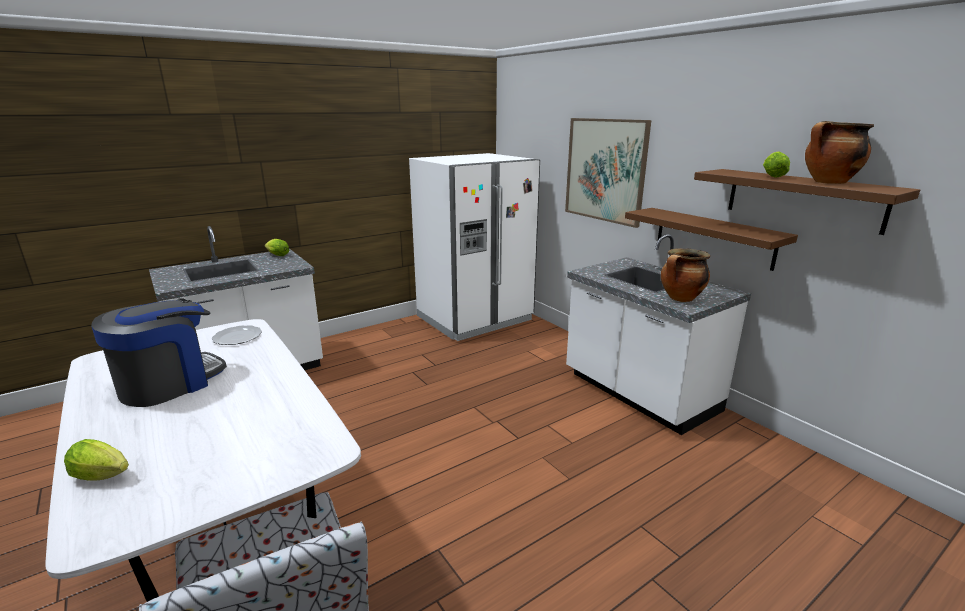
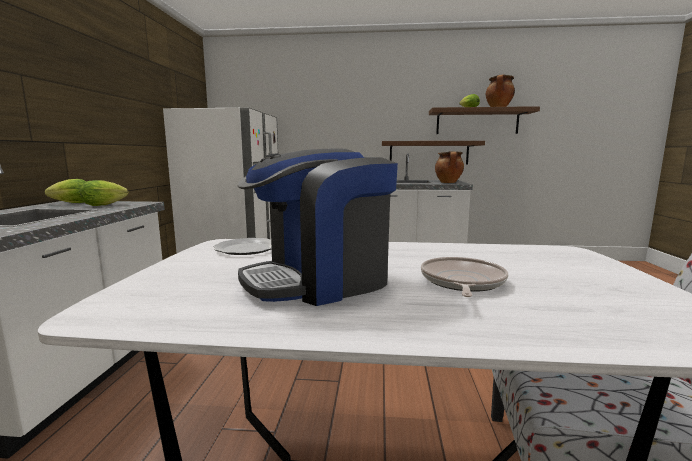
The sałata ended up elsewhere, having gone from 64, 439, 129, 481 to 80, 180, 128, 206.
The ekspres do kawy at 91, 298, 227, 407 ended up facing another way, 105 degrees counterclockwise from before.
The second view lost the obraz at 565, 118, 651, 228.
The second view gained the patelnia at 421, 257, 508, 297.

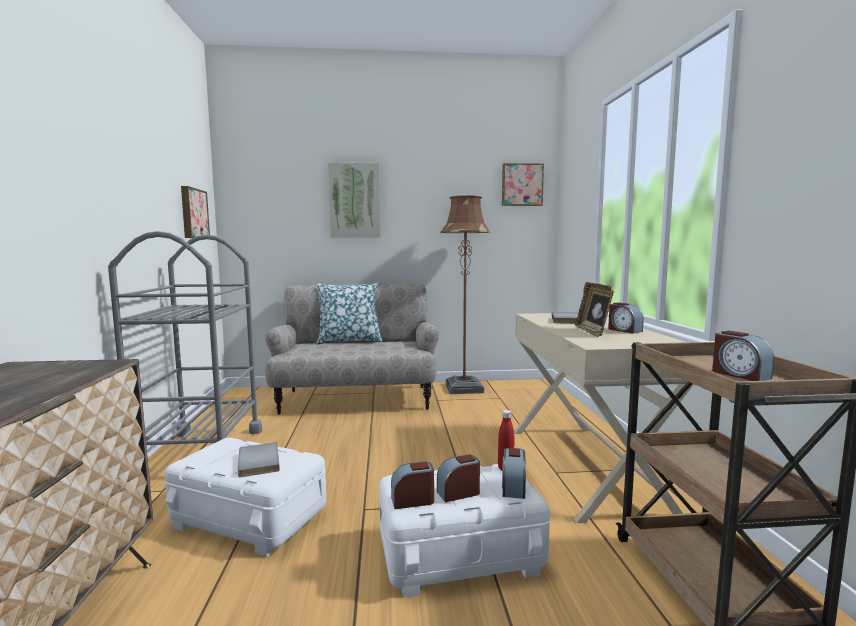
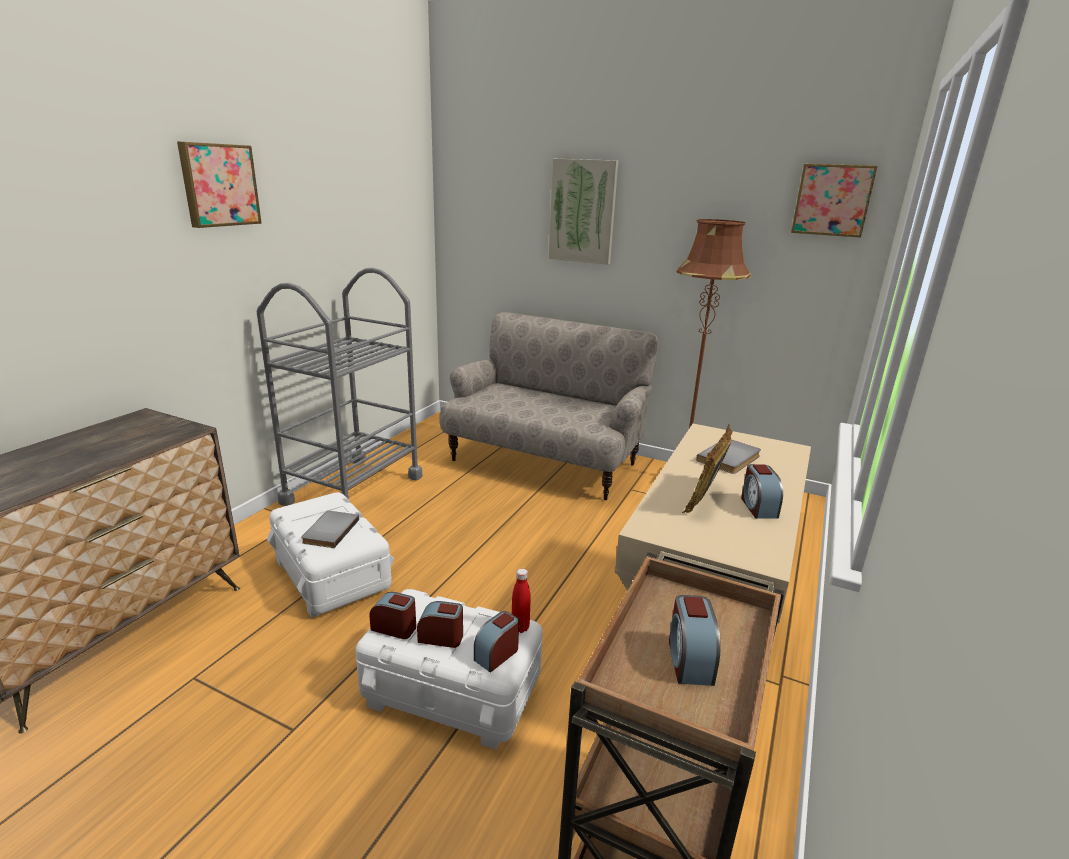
The obraz ended up elsewhere, having gone from 181, 186, 210, 238 to 177, 142, 262, 228.
The second view lost the poduszka at 316, 282, 382, 345.

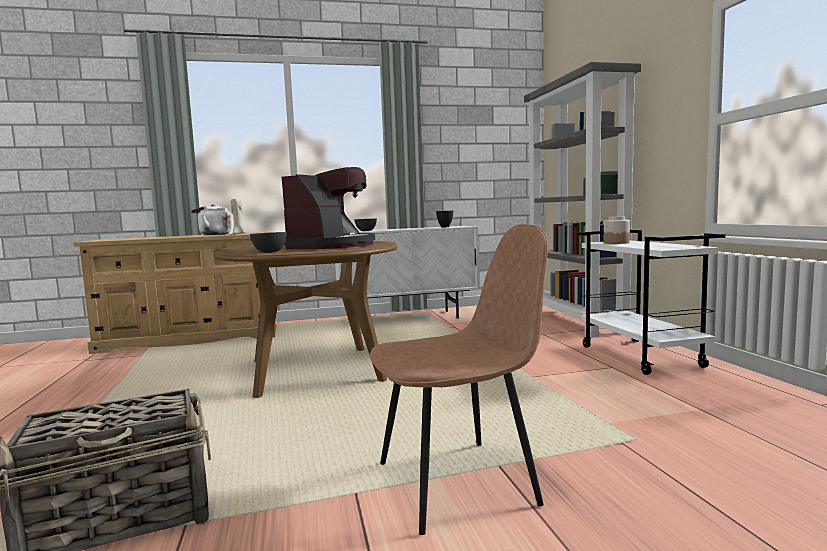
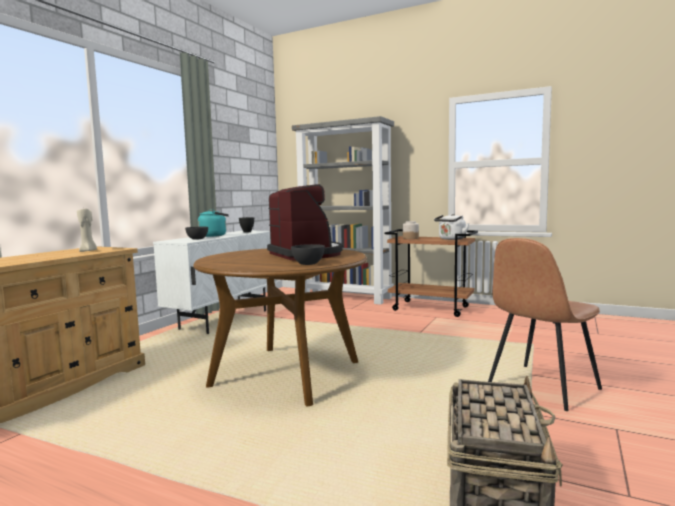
The czajnik/biały ended up elsewhere, having gone from 191, 204, 232, 235 to 434, 213, 469, 240.
The krzesło/brązowy at 369, 224, 548, 535 ended up facing another way, 150 degrees counterclockwise from before.
What was the wózek/biały at 577, 230, 726, 375 turned into the wózek/brązowy at 384, 229, 478, 317.
The second view gained the czajnik/turkusowy at 198, 209, 229, 237.

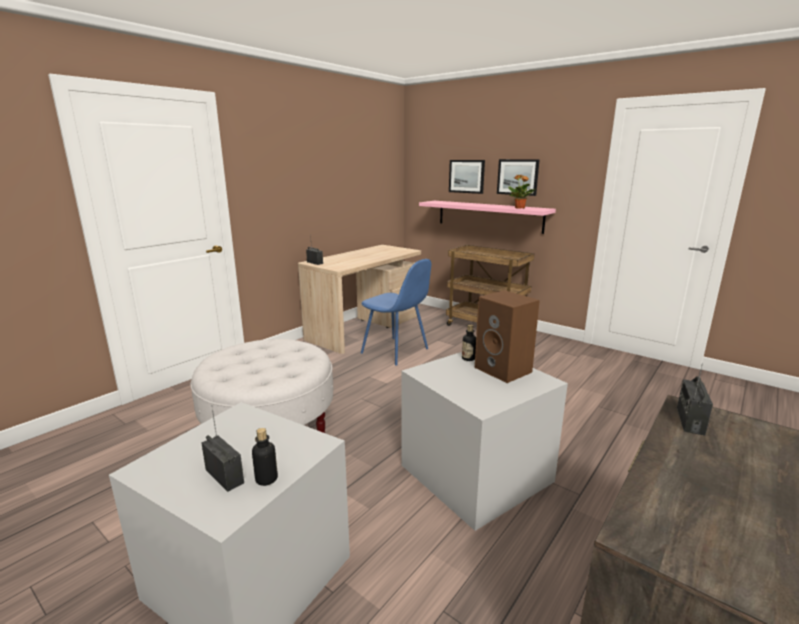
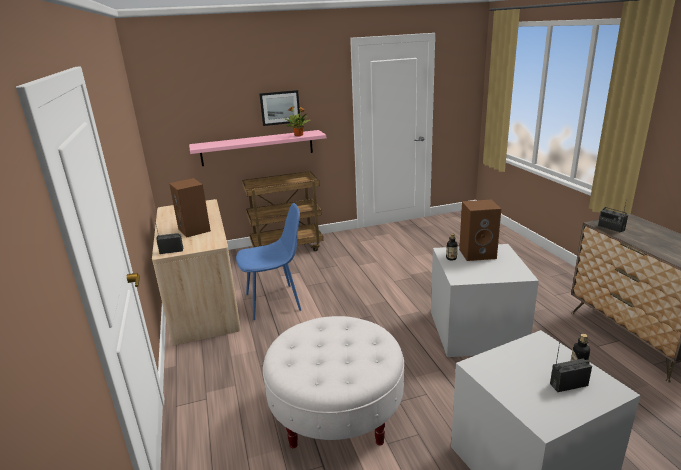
The second view lost the obraz at 449, 160, 485, 194.
The second view gained the głośnik/brązowy at 169, 178, 211, 238.

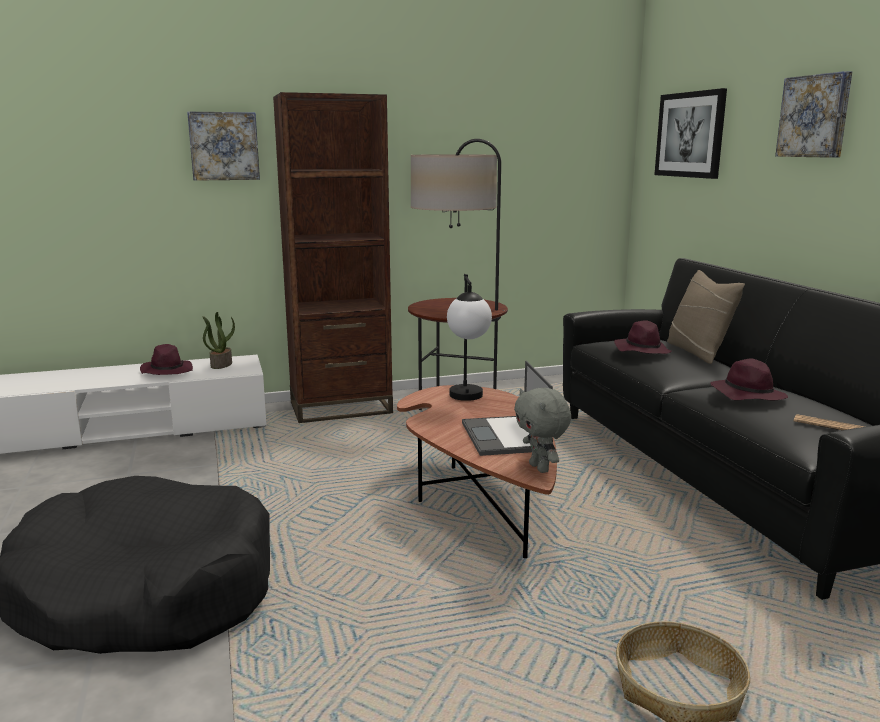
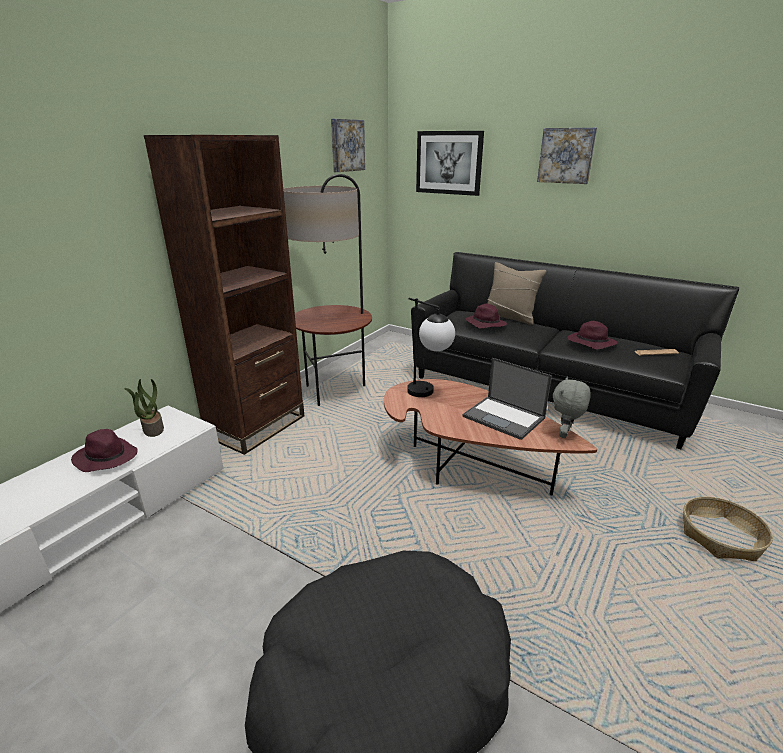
The obraz ended up elsewhere, having gone from 187, 111, 260, 181 to 331, 119, 365, 172.
The pluszak/szary at 514, 388, 571, 473 ended up facing another way, 90 degrees clockwise from before.

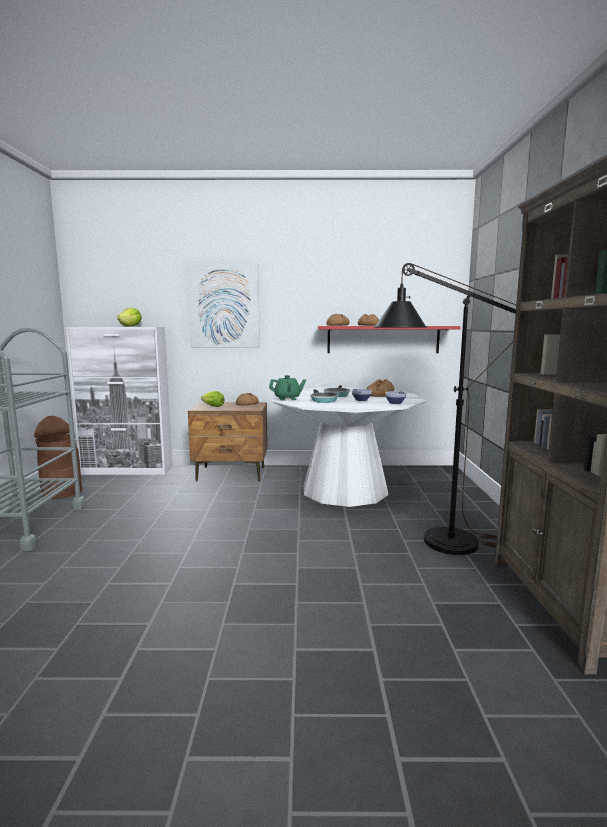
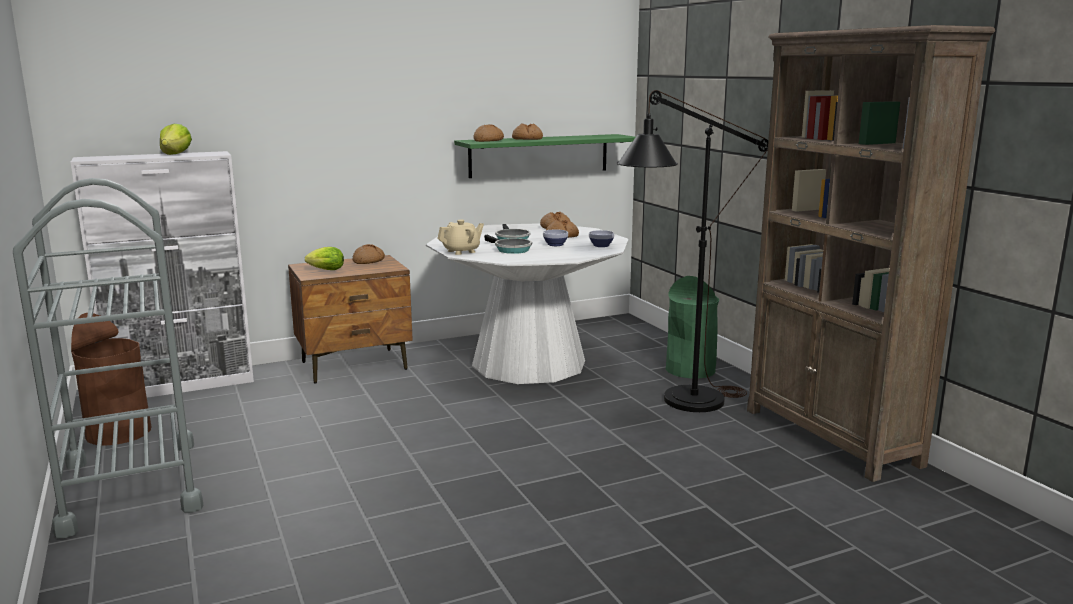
The second view lost the obraz at 187, 264, 260, 347.
What was the imbryk/zielony at 269, 375, 306, 400 turned into the imbryk/beżowy at 437, 220, 484, 255.
What was the półka/czerwony at 318, 326, 461, 353 turned into the półka/zielony at 454, 134, 635, 178.
The second view gained the kosz na śmieci/zielony at 666, 276, 719, 378.

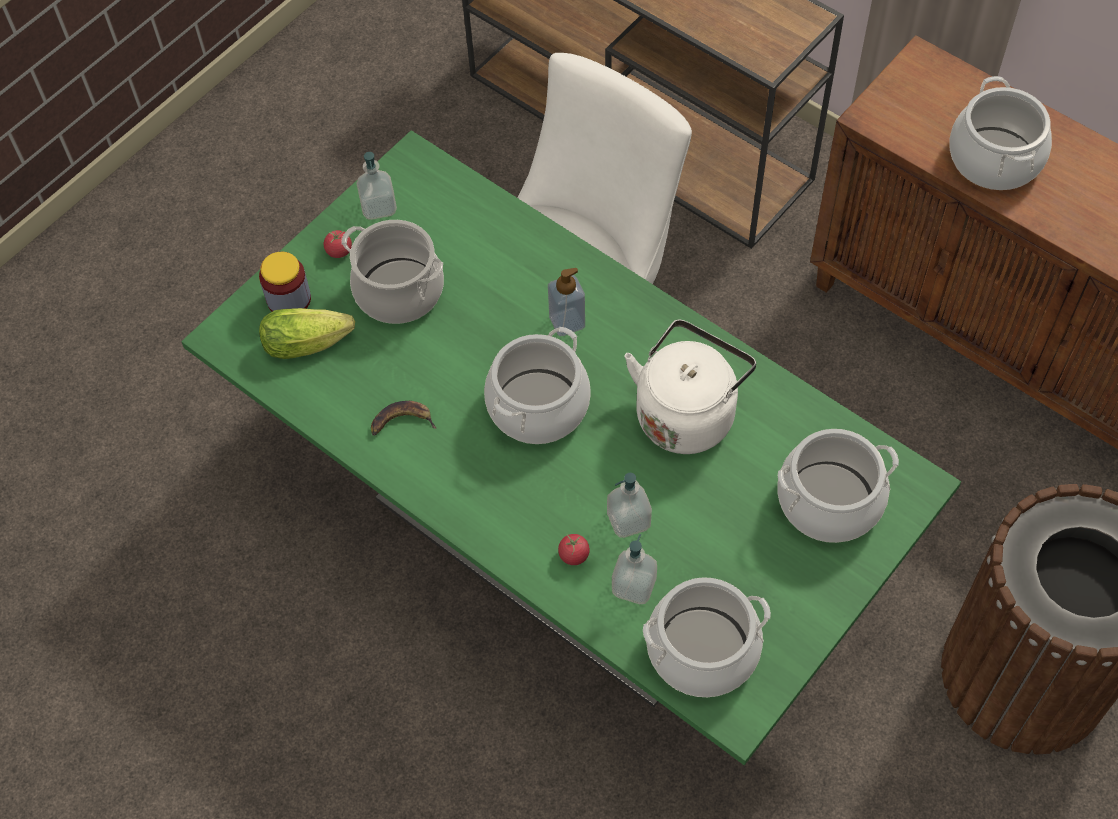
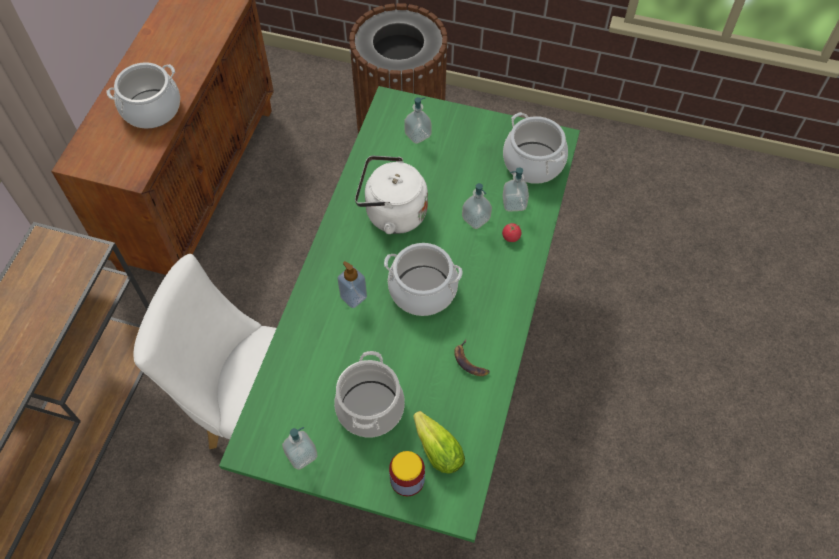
The second view lost the pomidor at 324, 230, 352, 258.
Where the garnek stood at 777, 429, 899, 543, the dozownik mydła came to stand at 404, 97, 432, 144.

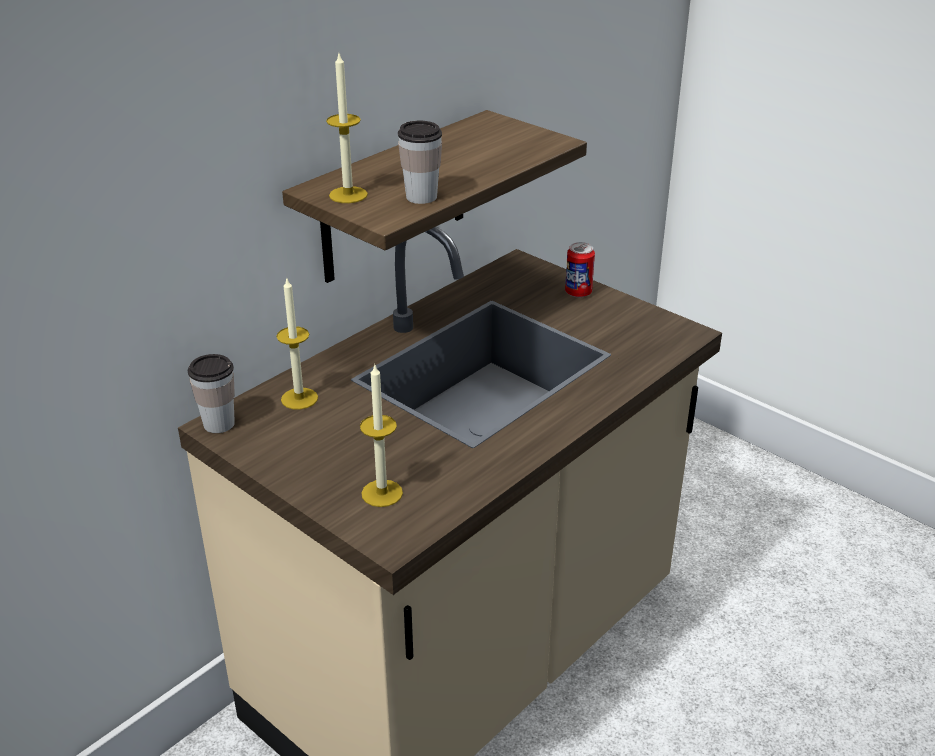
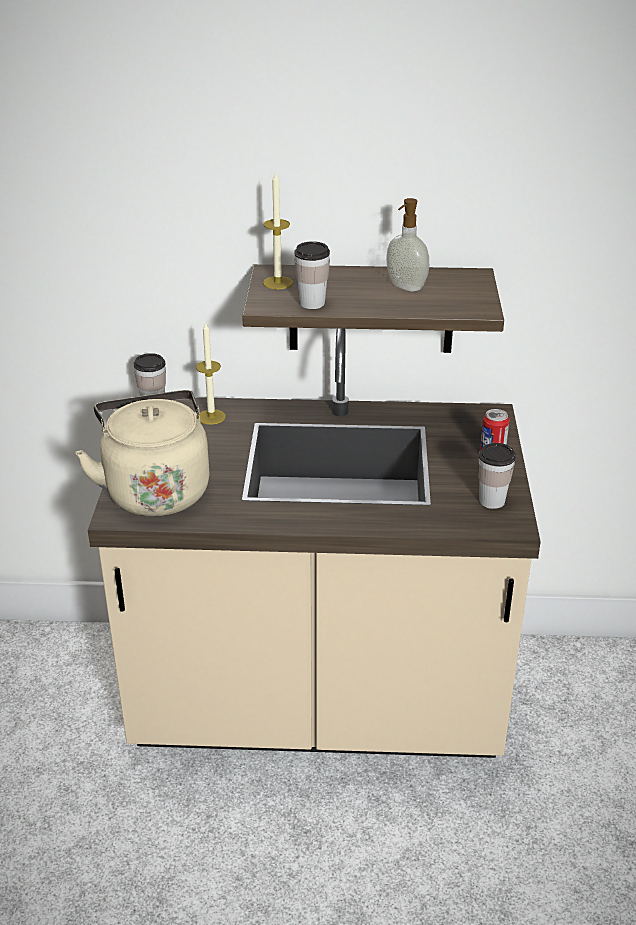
Where the świeca stood at 360, 363, 403, 507, the czajnik/beżowy came to stand at 75, 390, 209, 517.
The second view gained the dozownik mydła at 386, 198, 429, 292.
The second view gained the filiżanka at 478, 443, 516, 509.

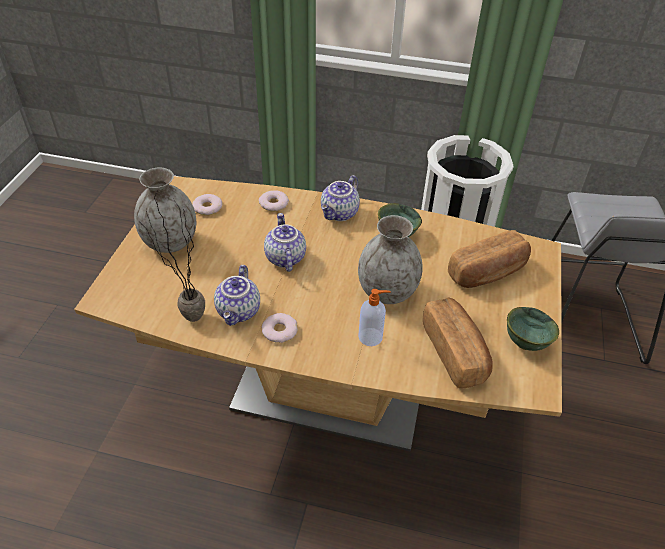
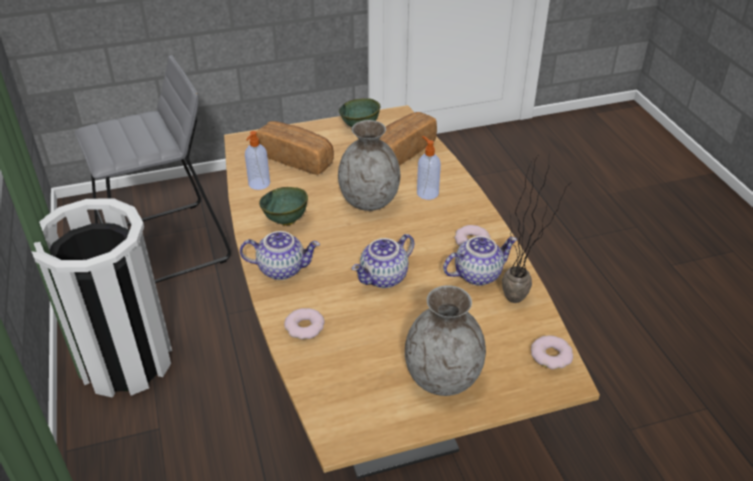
The donut ended up elsewhere, having gone from 192, 194, 222, 215 to 531, 335, 573, 369.
The second view gained the dozownik mydła at 245, 131, 270, 190.

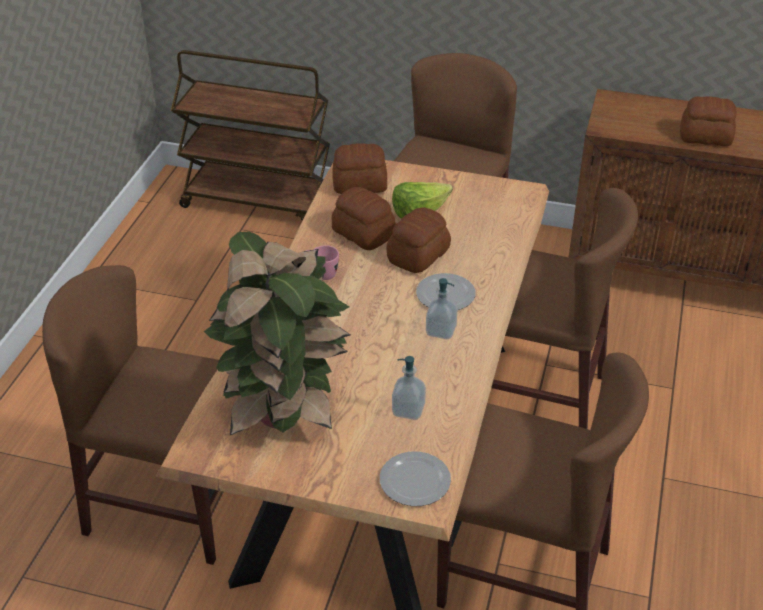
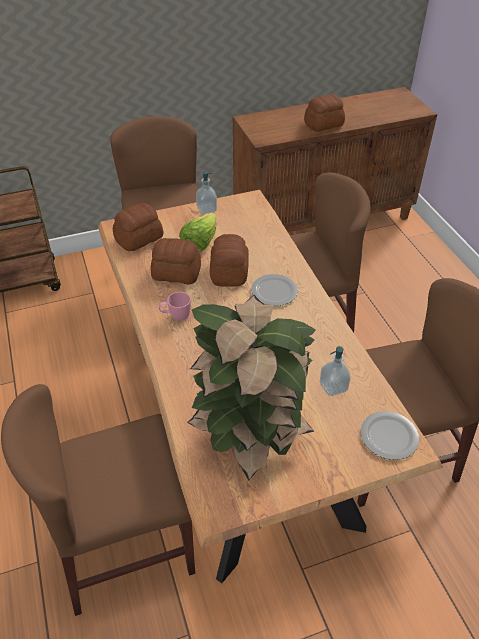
The dozownik mydła ended up elsewhere, having gone from 426, 278, 457, 339 to 196, 171, 217, 214.

